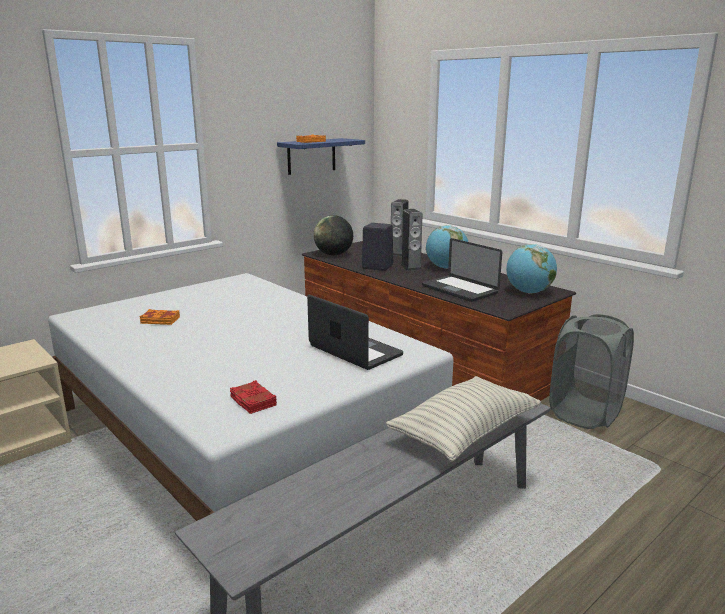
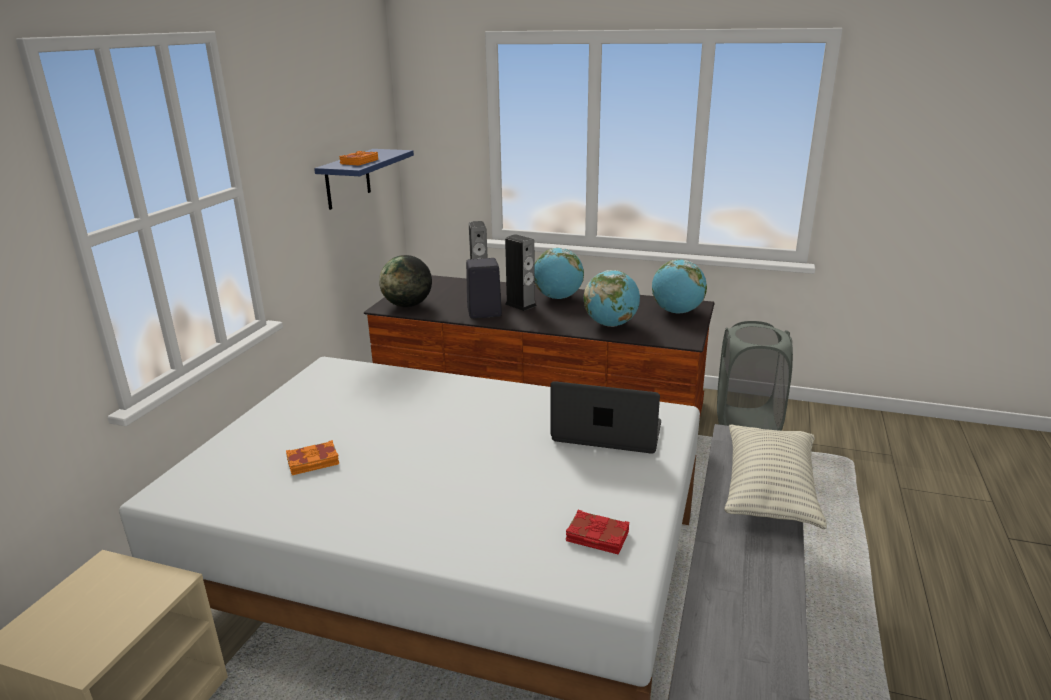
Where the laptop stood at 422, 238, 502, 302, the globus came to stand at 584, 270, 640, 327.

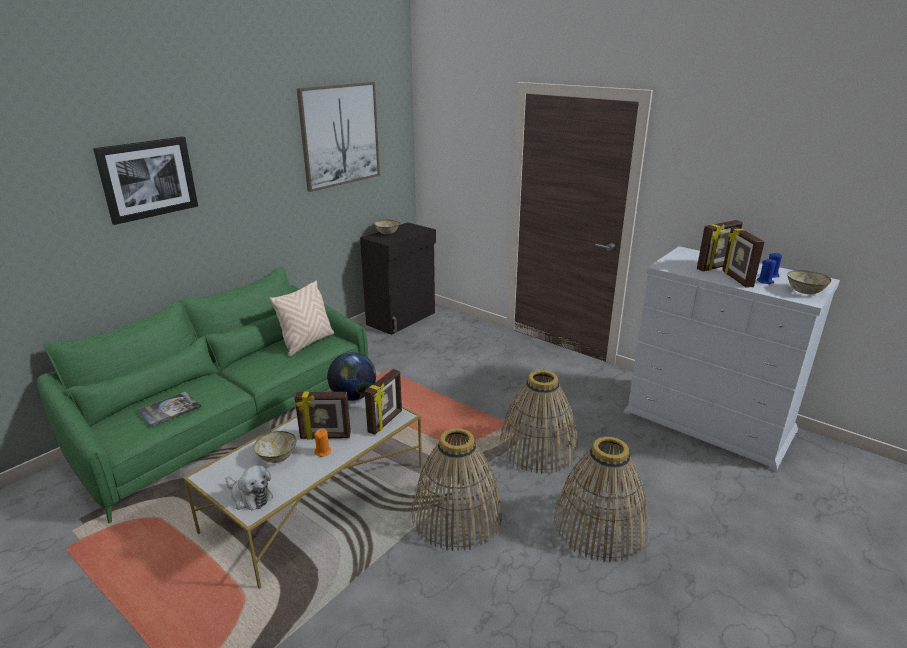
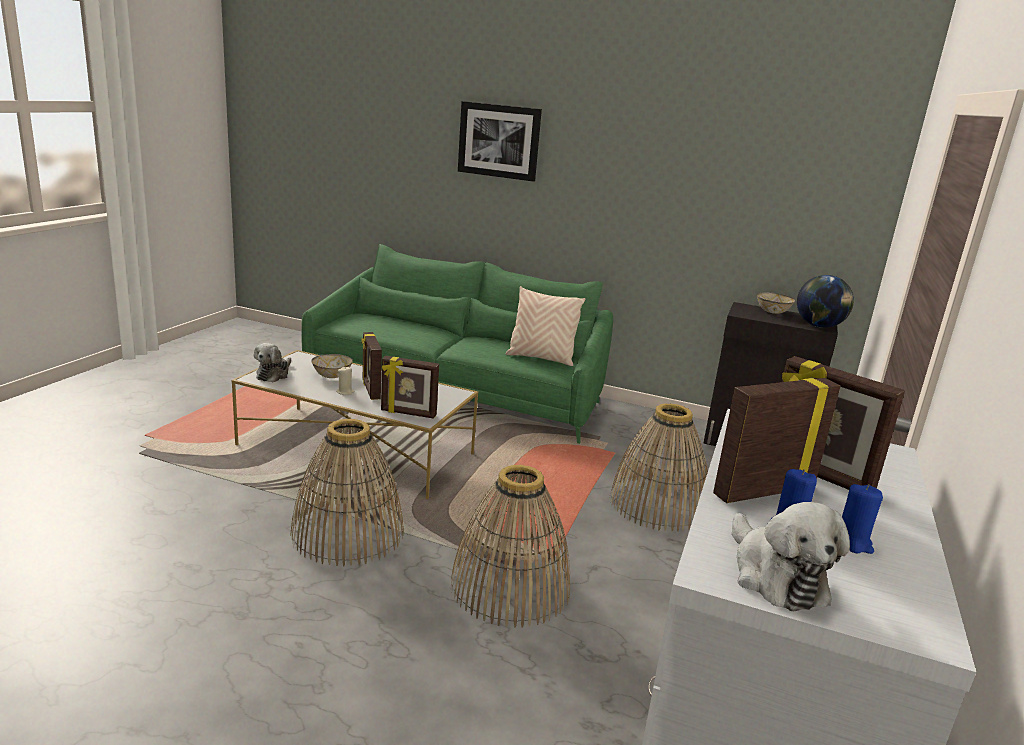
The second view lost the książka at 137, 392, 201, 427.
The second view lost the obraz at 297, 82, 380, 192.
What was the świeca/pomarańczowy at 314, 428, 331, 457 turned into the świeca/beżowy at 336, 366, 355, 395.
The globus ended up elsewhere, having gone from 327, 352, 376, 401 to 797, 275, 854, 328.
The koszyk ended up elsewhere, having gone from 554, 437, 648, 562 to 610, 403, 708, 532.
Where the miska stood at 787, 270, 831, 294, the pluszak came to stand at 732, 502, 850, 611.

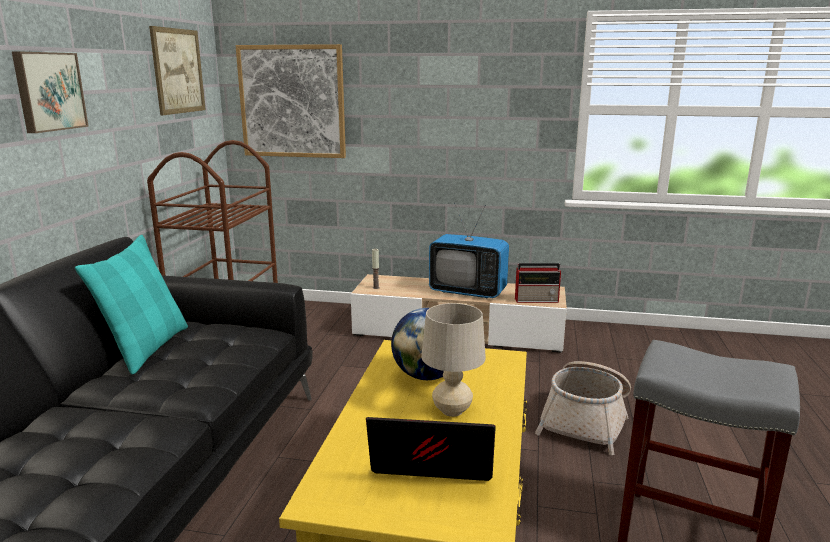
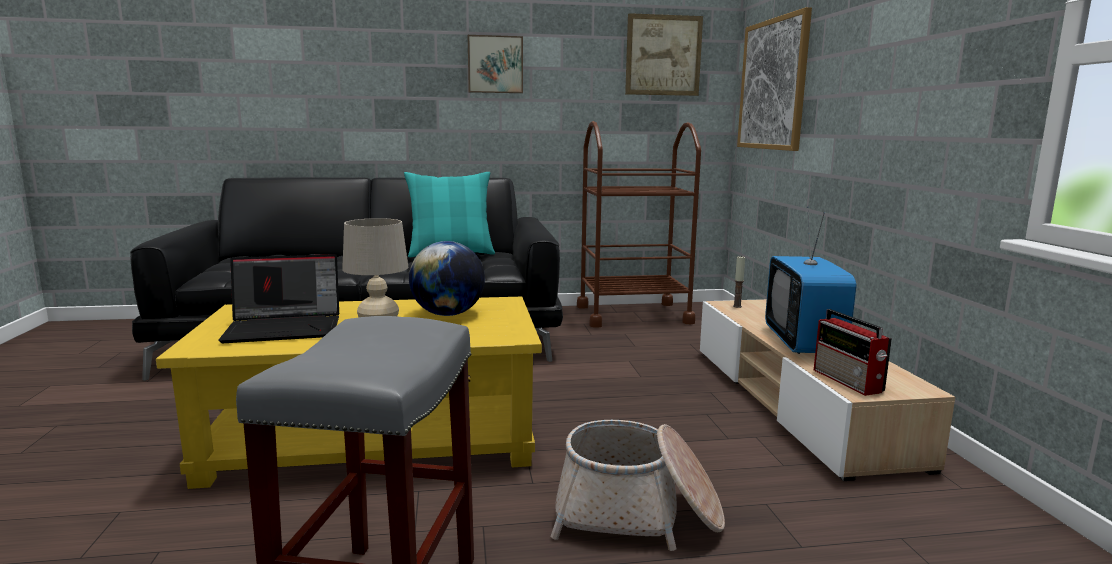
The laptop at 366, 417, 496, 481 ended up facing another way, 90 degrees clockwise from before.

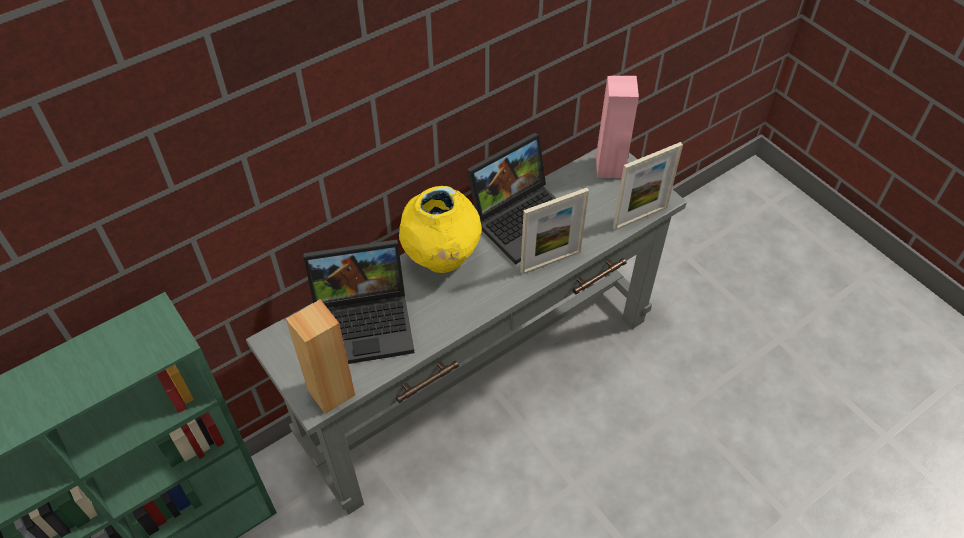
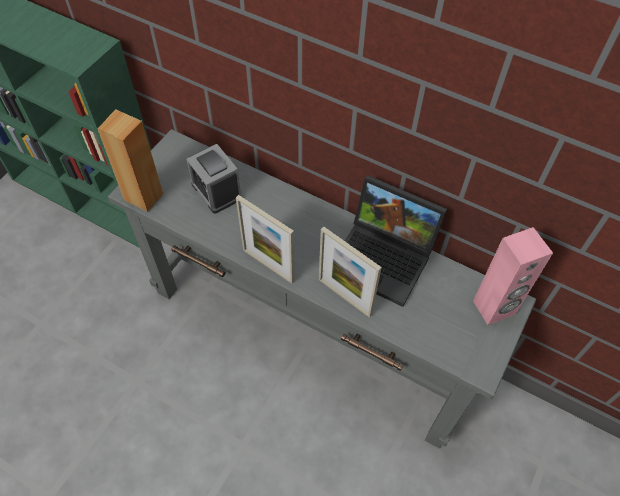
Where the laptop stood at 303, 239, 414, 364, the budzik came to stand at 186, 144, 242, 214.
The second view lost the wazon/żółty at 399, 186, 482, 273.
The ramka na zdjęcie ended up elsewhere, having gone from 613, 142, 683, 230 to 236, 195, 295, 284.

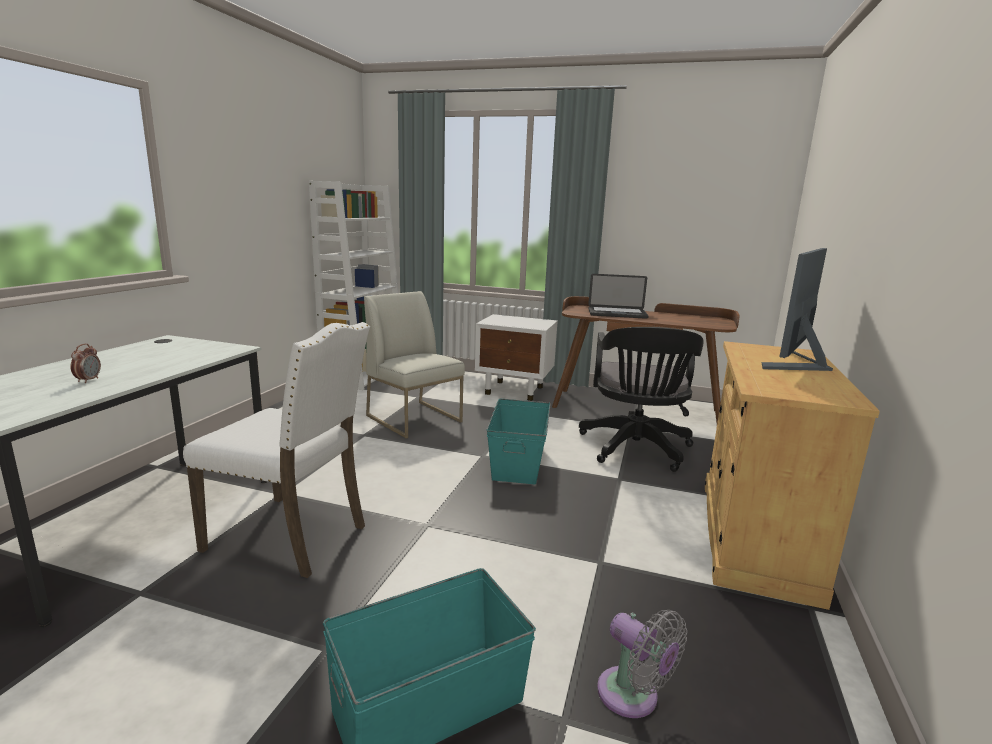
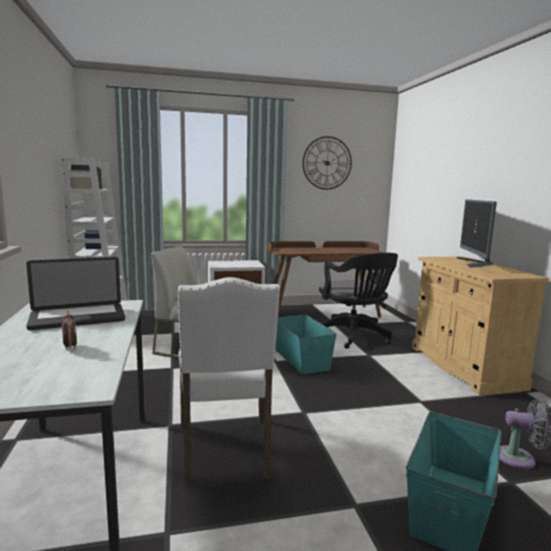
The krzesło/biały at 183, 322, 370, 578 ended up facing another way, 90 degrees clockwise from before.
The laptop ended up elsewhere, having gone from 588, 274, 649, 319 to 26, 257, 125, 330.
The second view gained the zegar ścienny at 302, 136, 352, 190.

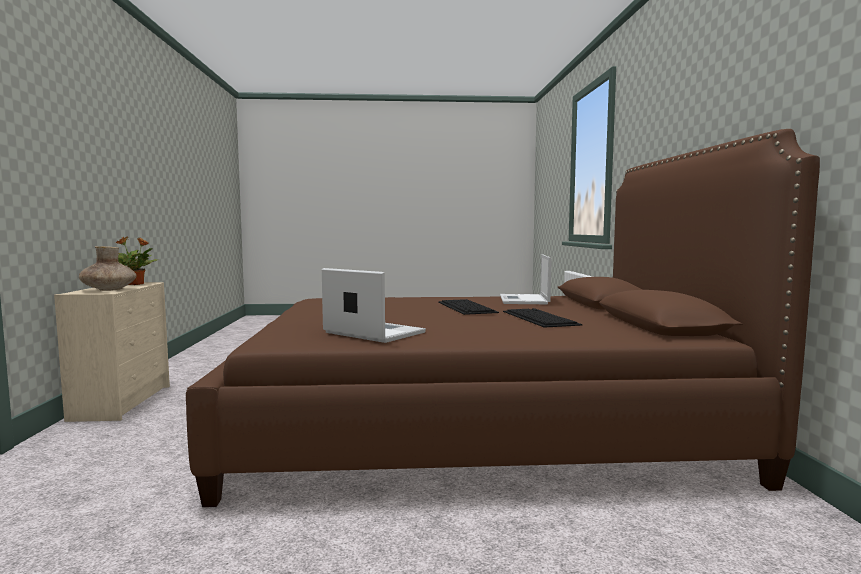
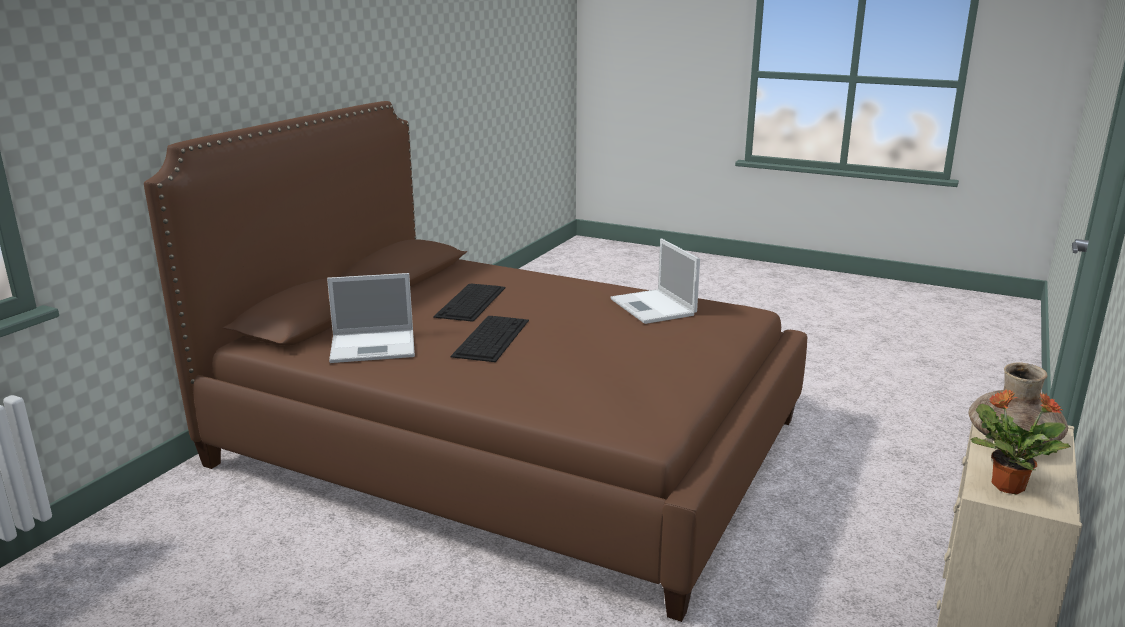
The laptop at 500, 254, 552, 304 ended up facing another way, 45 degrees clockwise from before.

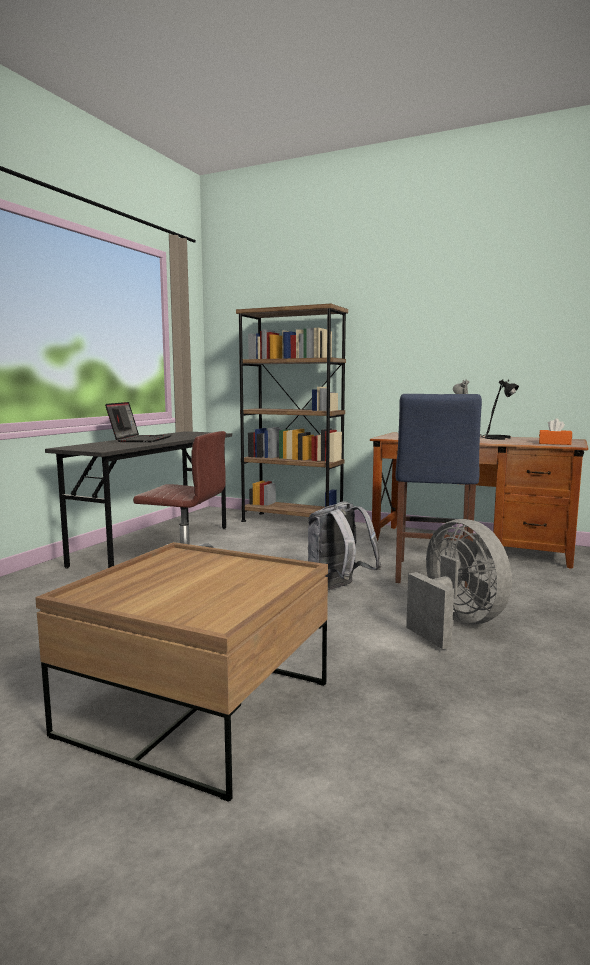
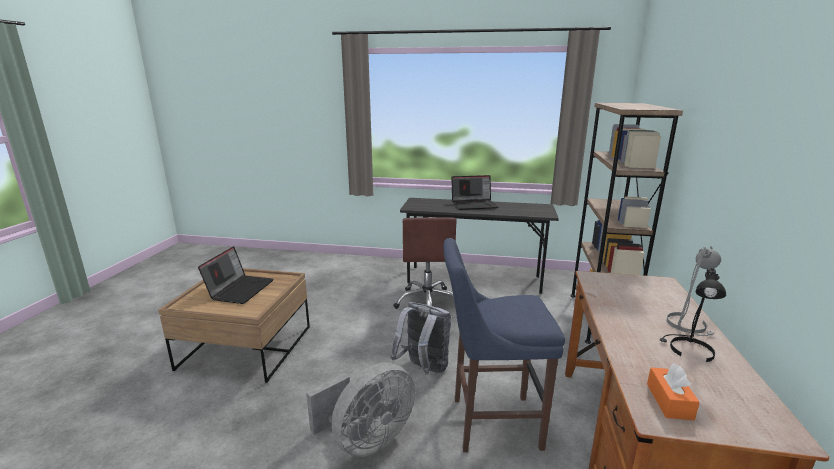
The second view gained the laptop at 198, 246, 274, 304.

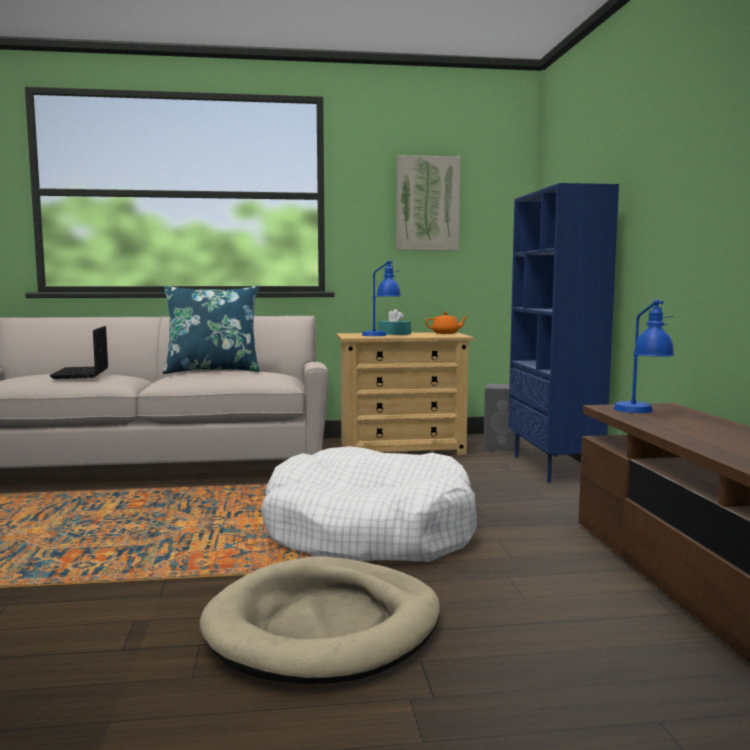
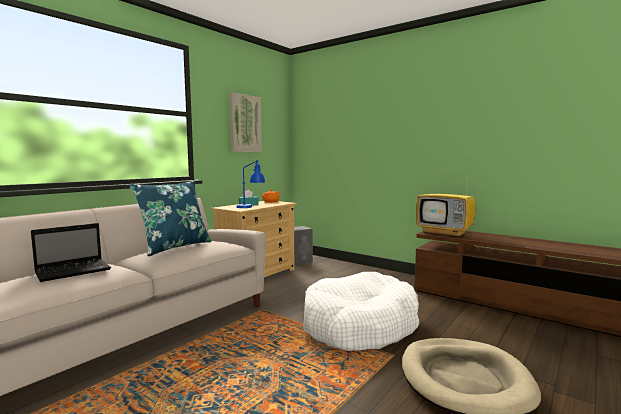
The laptop at 50, 326, 108, 379 ended up facing another way, 75 degrees counterclockwise from before.
The second view lost the regał/niebieski at 508, 183, 619, 483.
Where the lampa stołowa/niebieski stood at 614, 299, 675, 413, the telewizor came to stand at 416, 174, 475, 237.

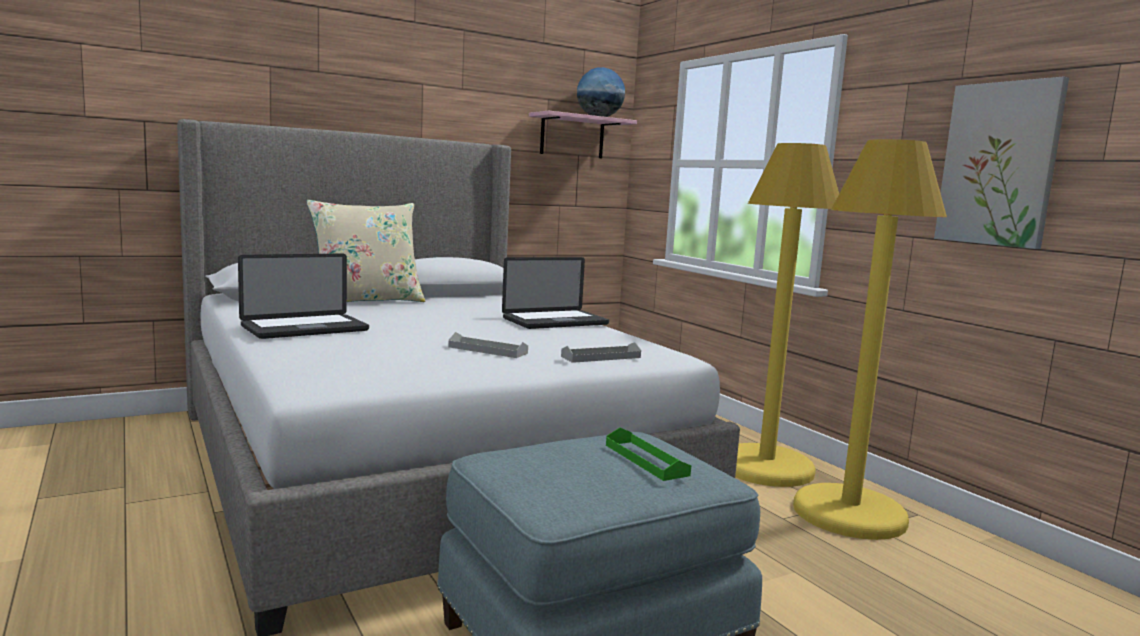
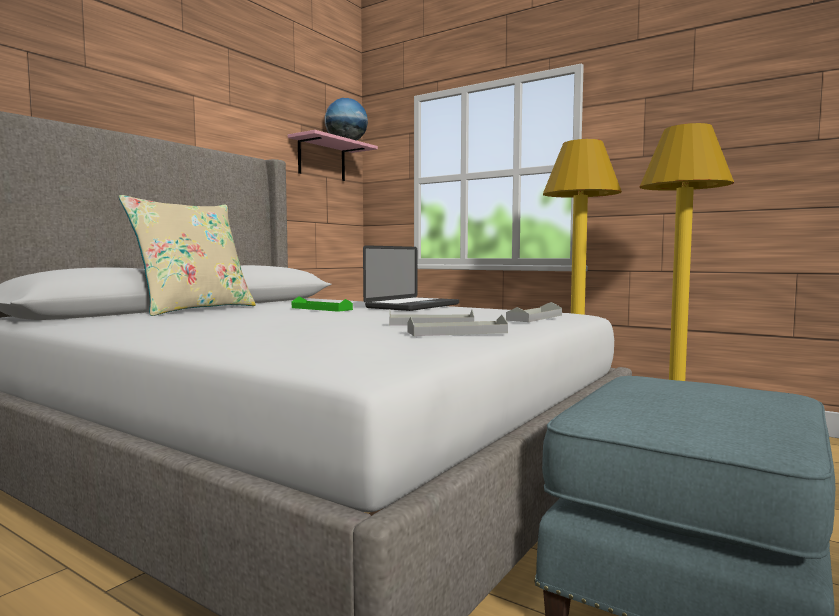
The second view lost the laptop at 238, 254, 369, 339.
The taca/zielony ended up elsewhere, having gone from 606, 428, 691, 481 to 292, 296, 353, 312.
The second view lost the obraz at 934, 76, 1069, 249.
The second view gained the taca/szary at 407, 315, 508, 336.

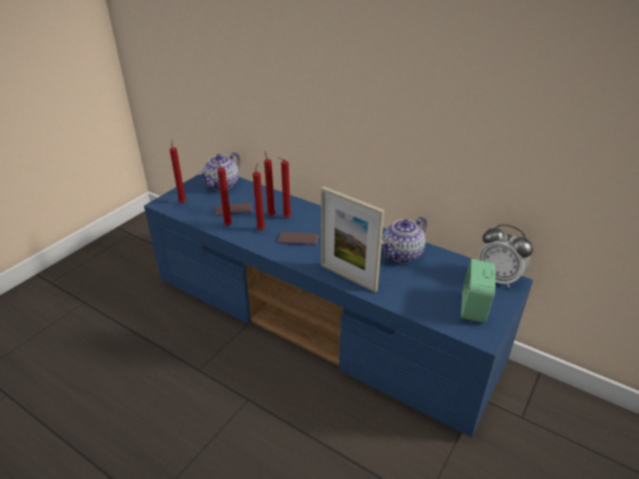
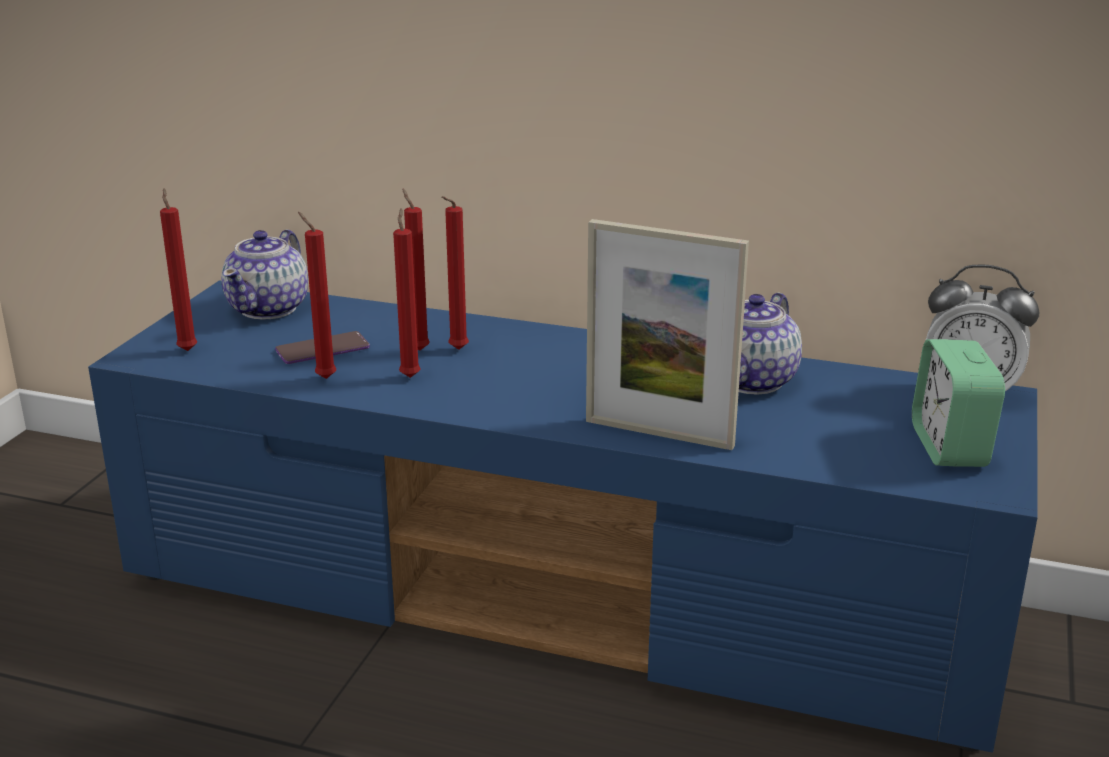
The second view lost the telefon at 278, 232, 319, 245.

